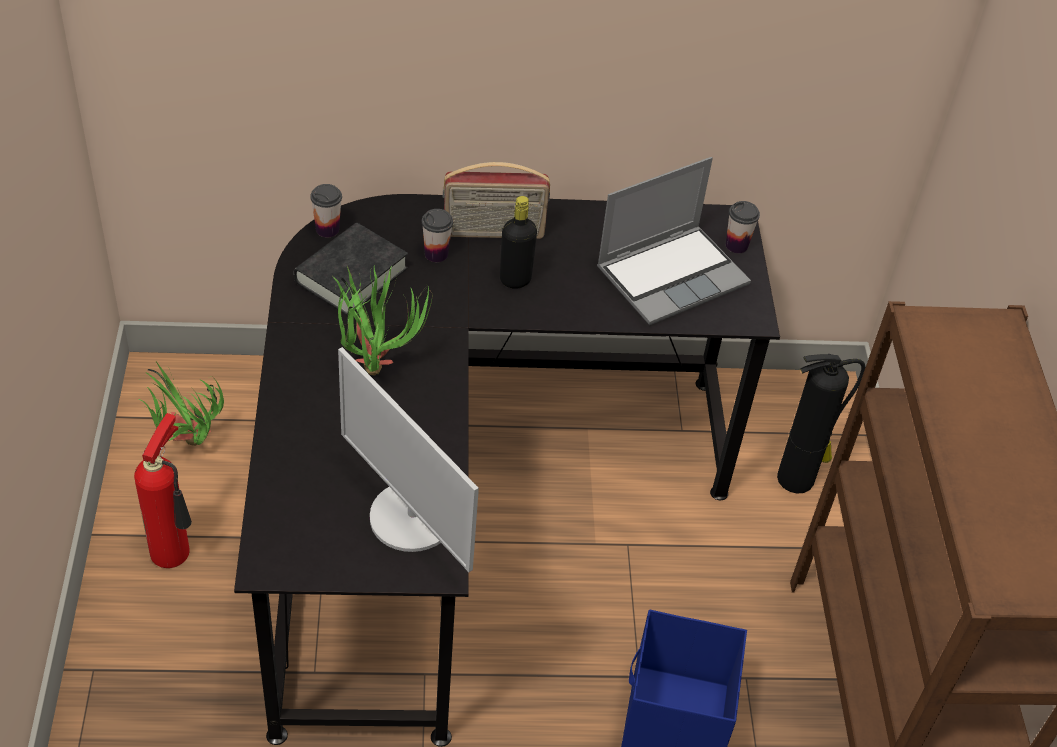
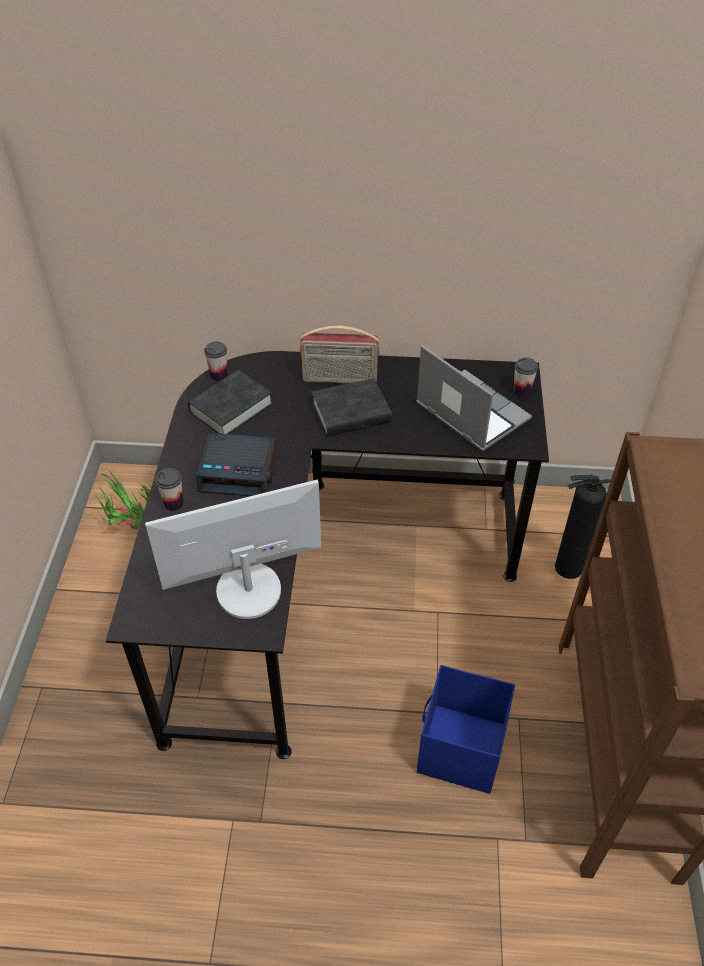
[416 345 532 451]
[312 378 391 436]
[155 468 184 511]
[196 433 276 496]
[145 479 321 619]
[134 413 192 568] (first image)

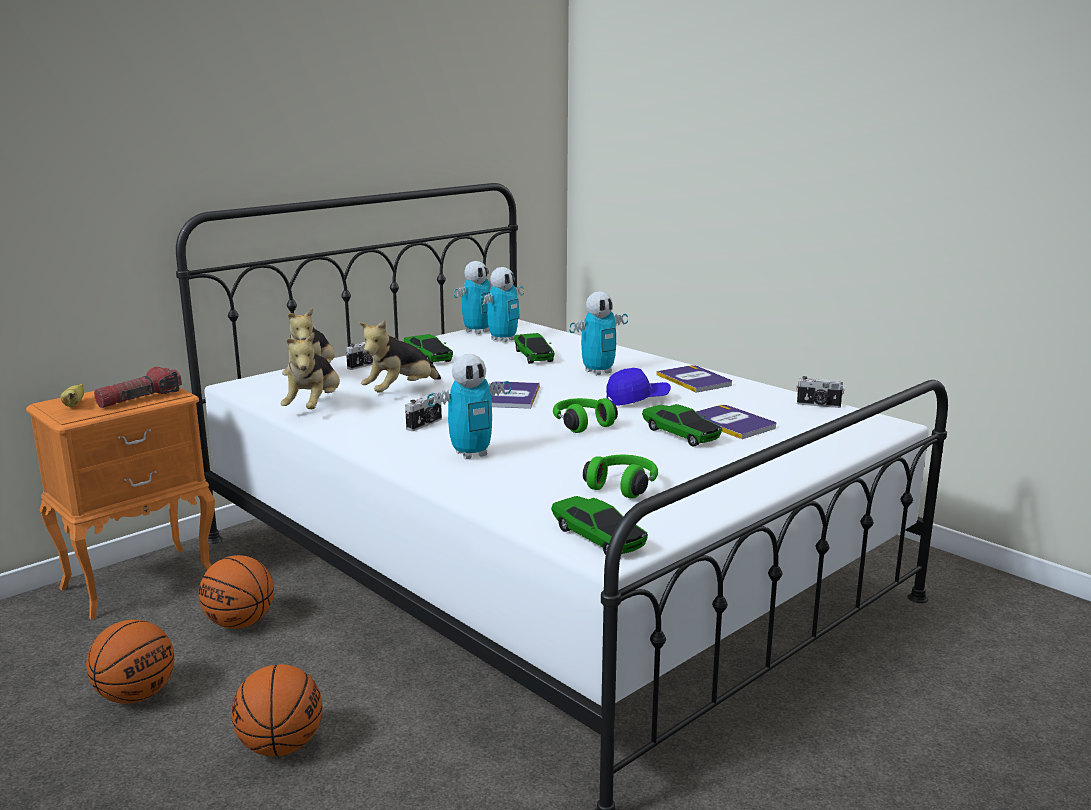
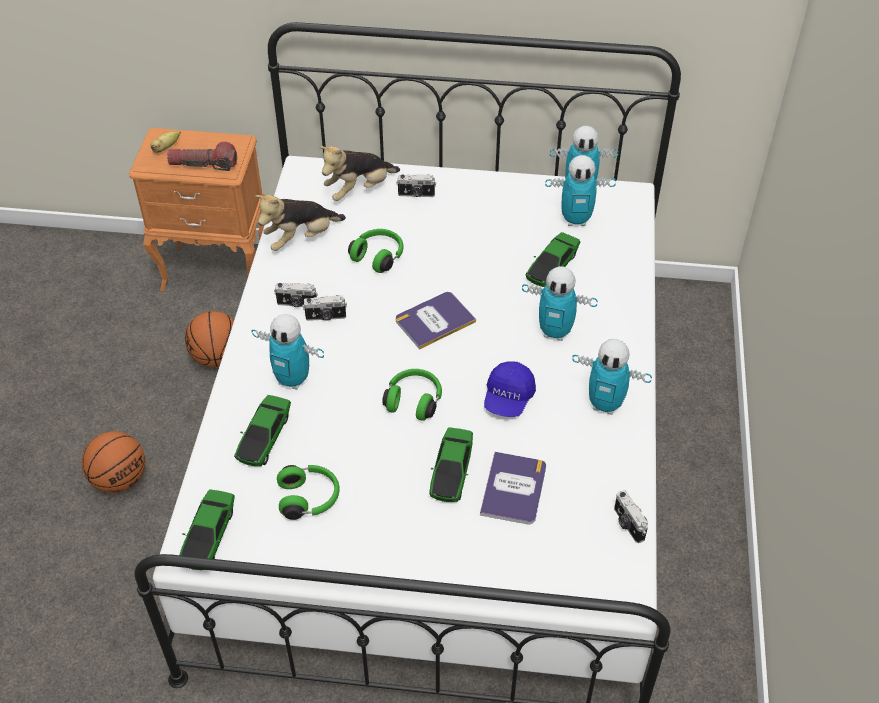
[348 229 404 273]
[234 395 291 466]
[572 339 652 415]
[484 362 536 417]
[86 619 174 704] (first image)
[274 283 318 307]

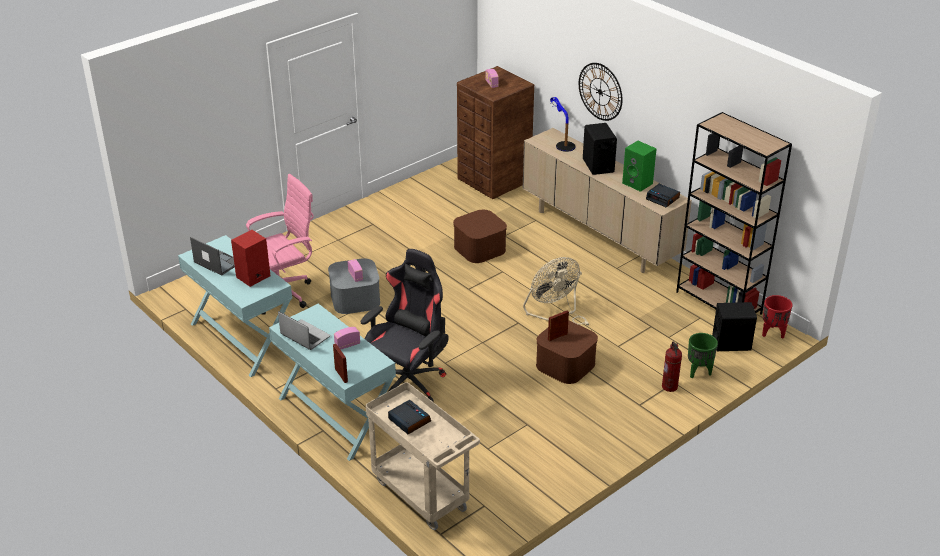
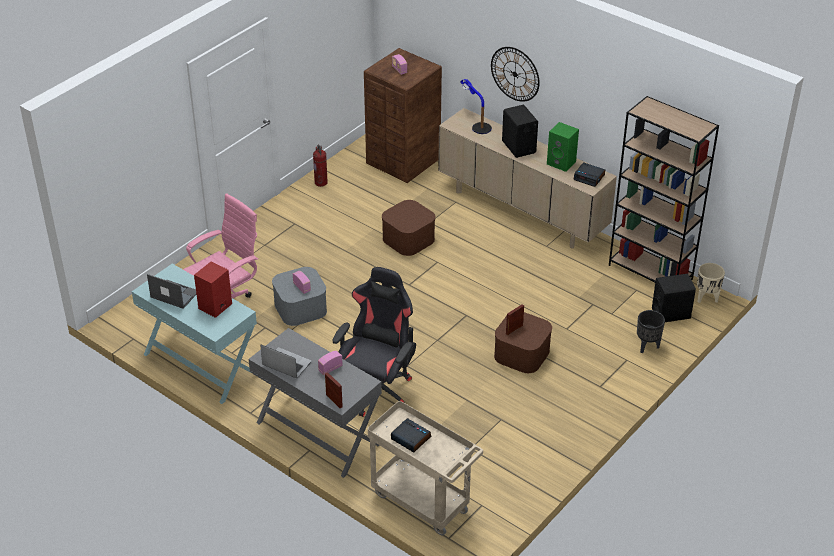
[523 257 589 326] (first image)
[697 263 725 303]
[248 328 382 478]
[637 310 665 354]
[313 145 328 187]

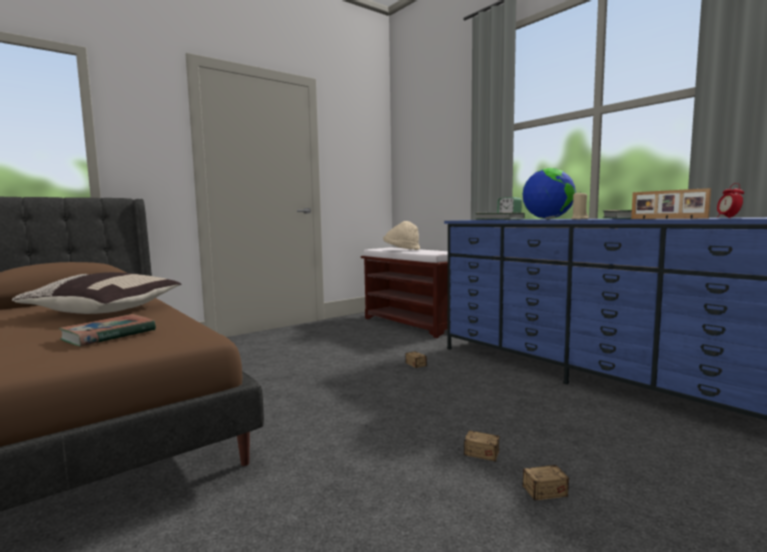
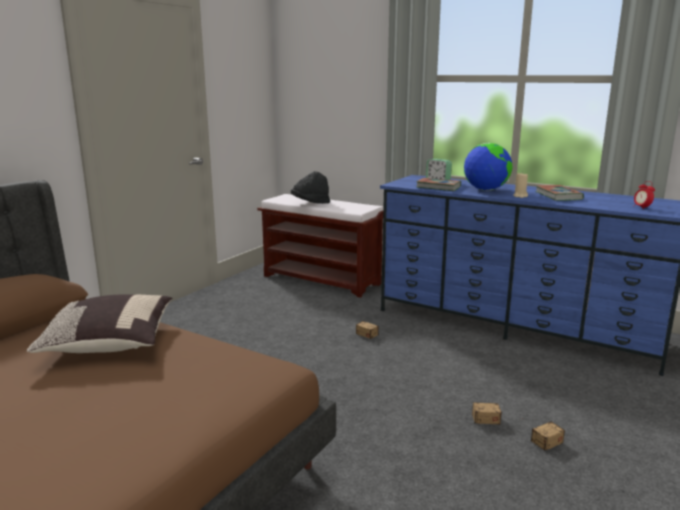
[631 188 711 219] (first image)
[291 171 330 204]
[59 314 156 346] (first image)

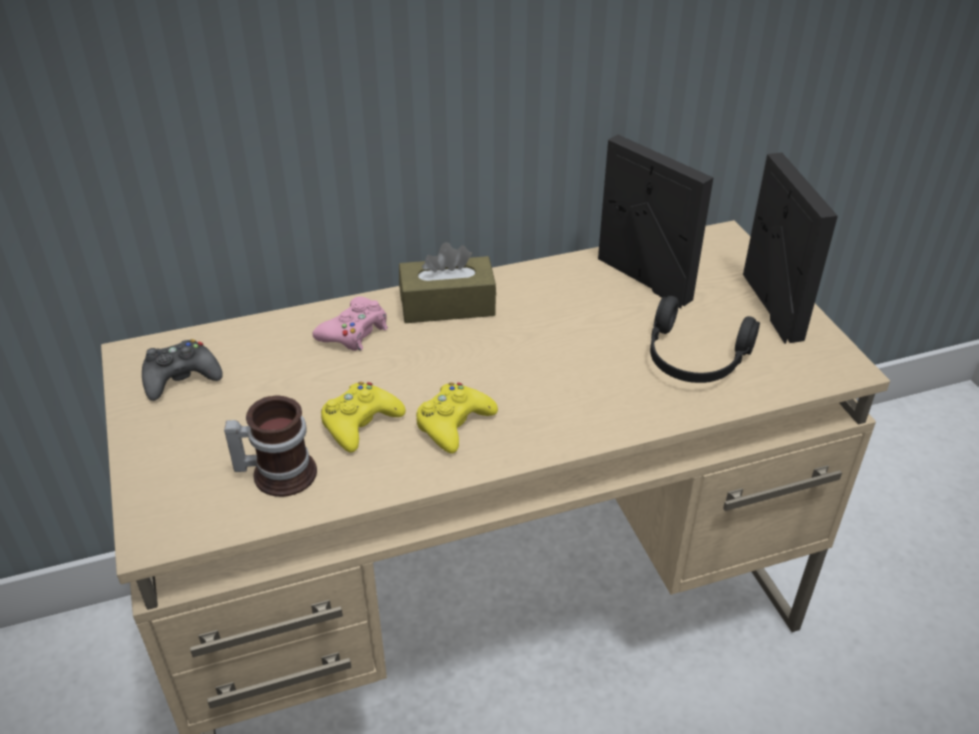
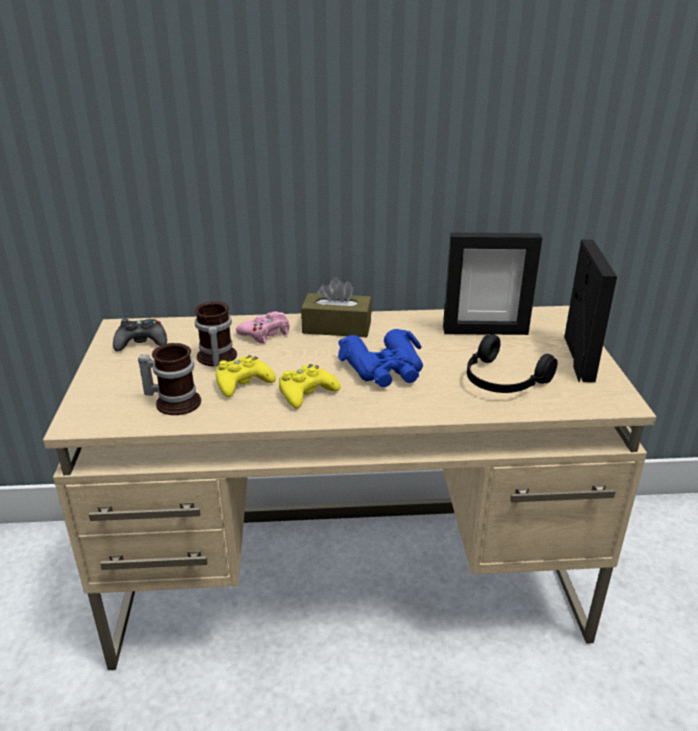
[443 233 542 335]
[194 301 237 366]
[338 329 423 387]

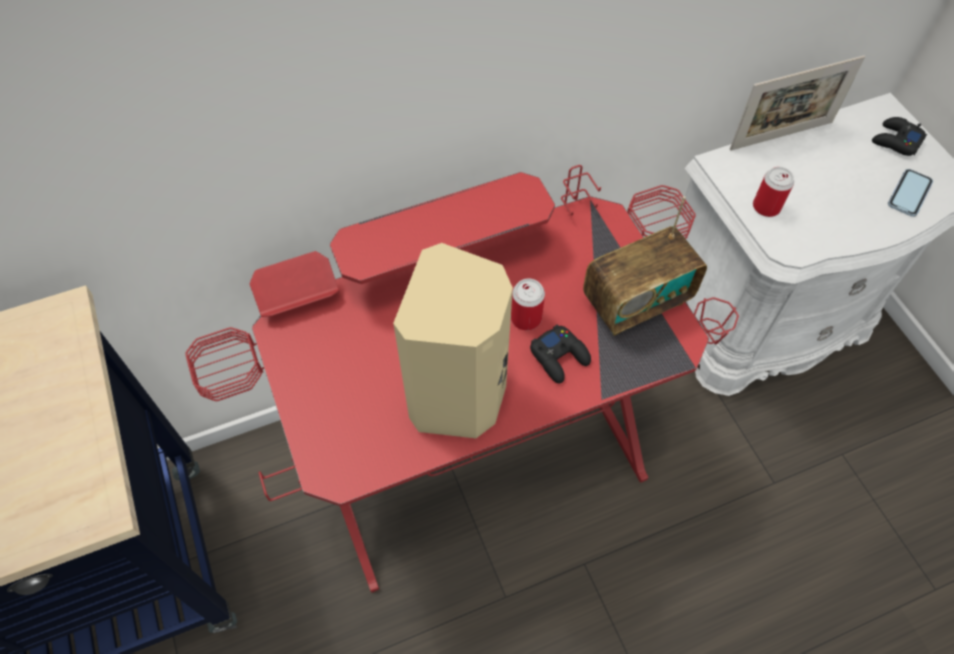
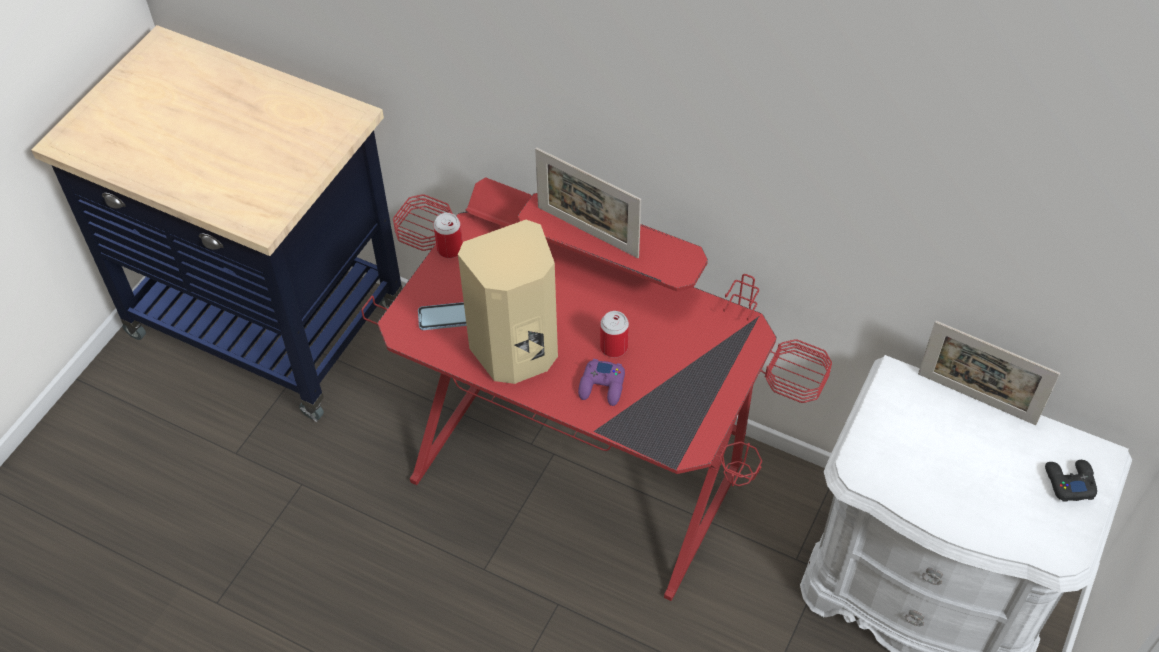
[433 213 463 258]
[418 302 467 330]
[583 196 707 336] (first image)
[578 359 625 406]
[535 147 641 258]

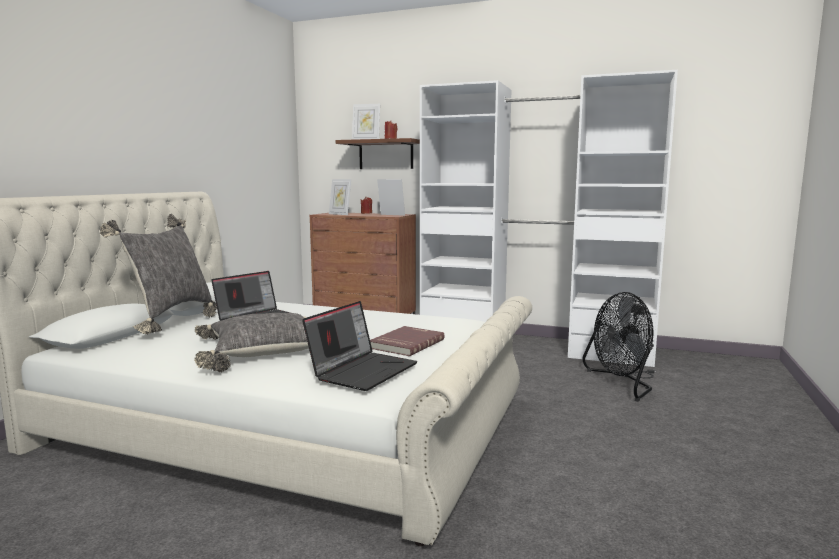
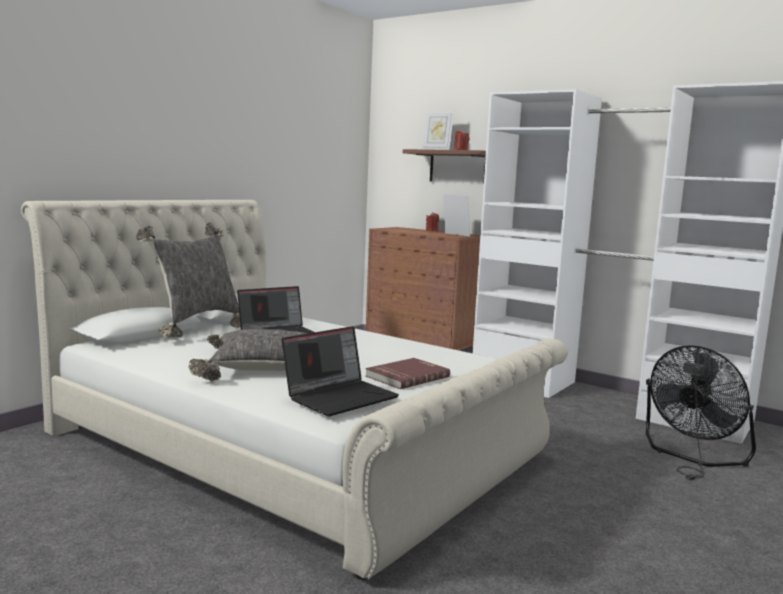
[329 179 351 215] (first image)
[645 346 756 481]

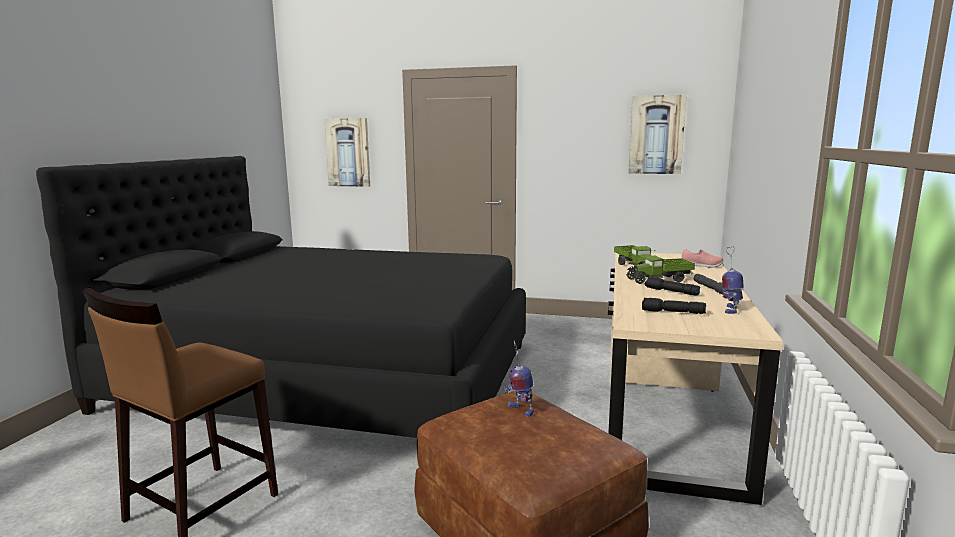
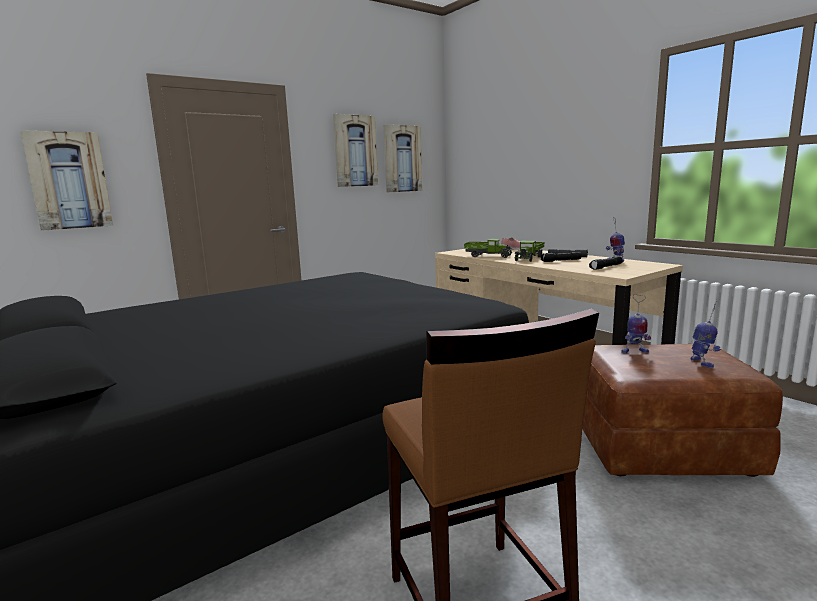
[333 114 378 187]
[691 300 720 368]

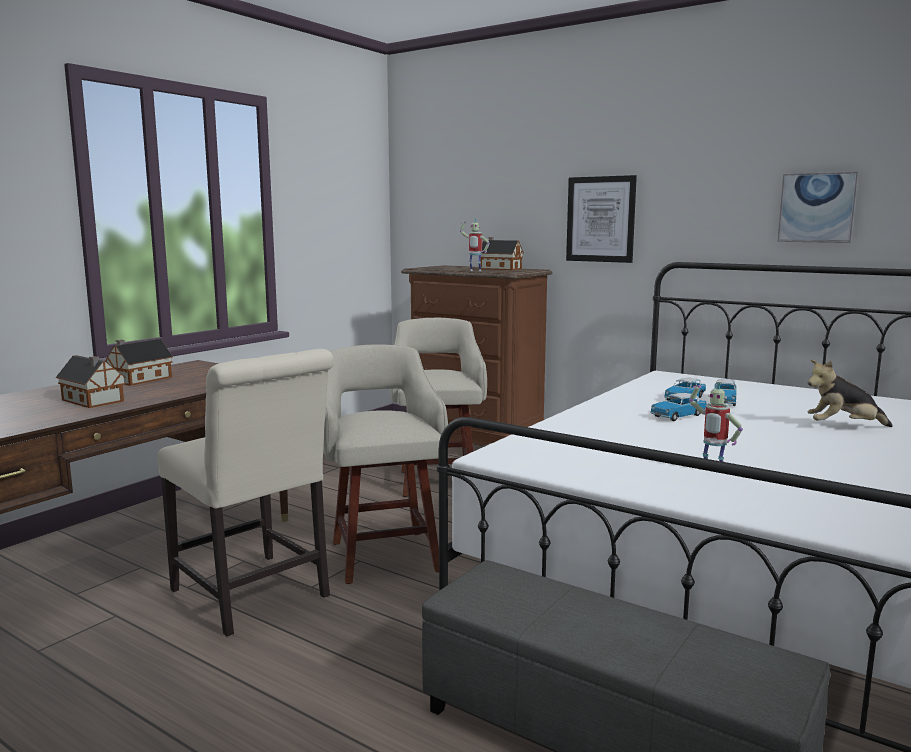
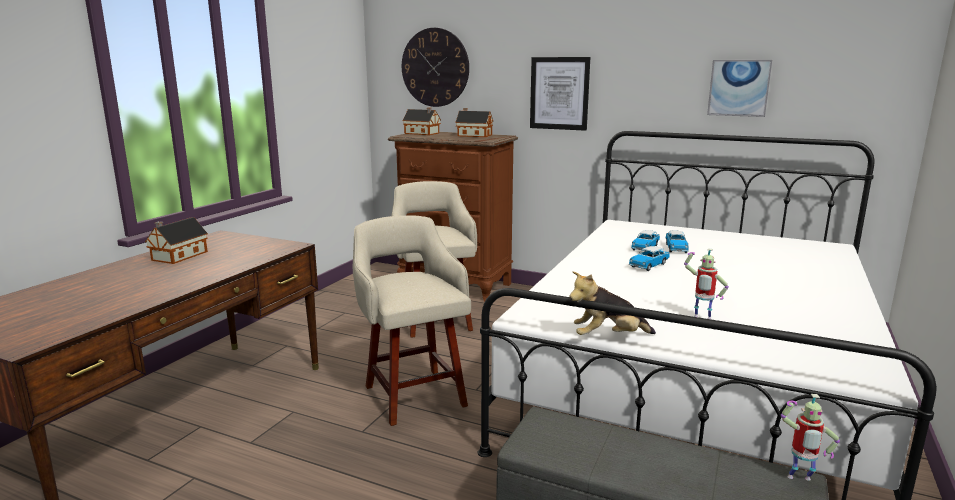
[781 394 840 481]
[157 349 334 636] (first image)
[403 108 441 135]
[569 271 656 335]
[402 28 469 107]

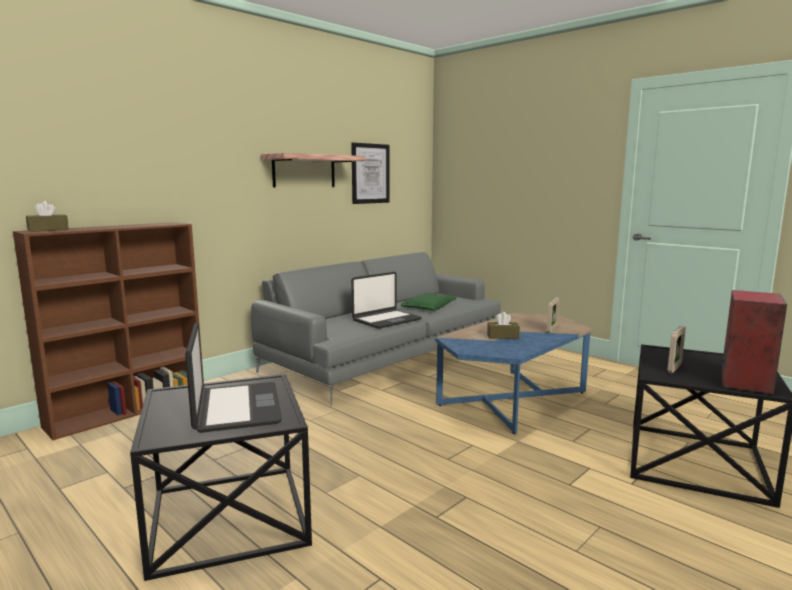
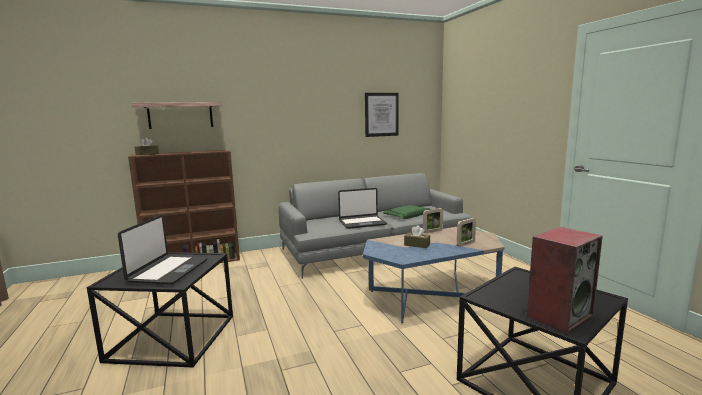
[131 102 222 129]
[423 208 443 233]

